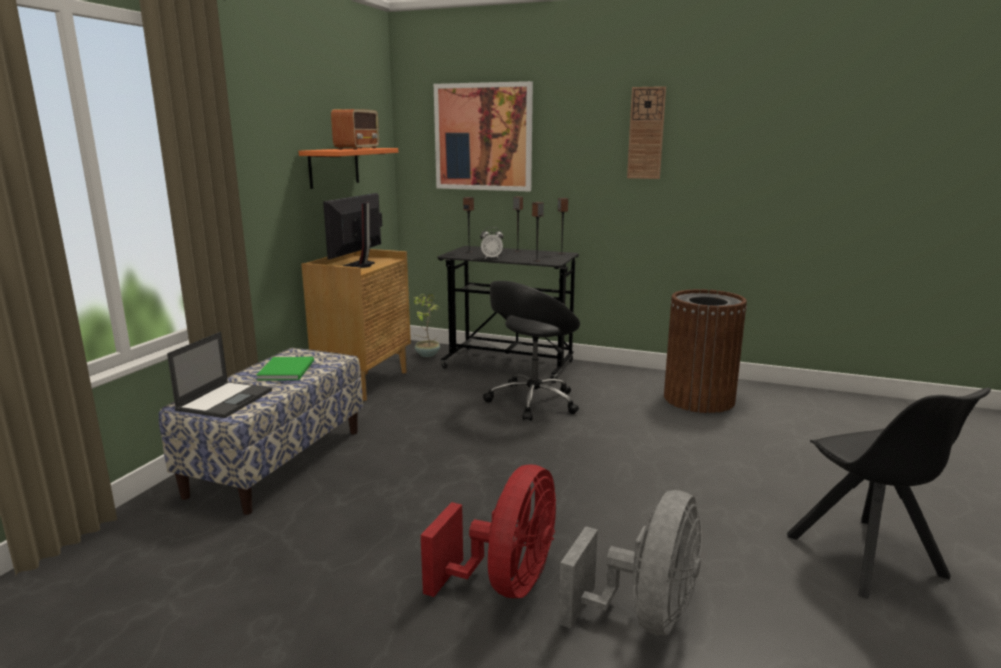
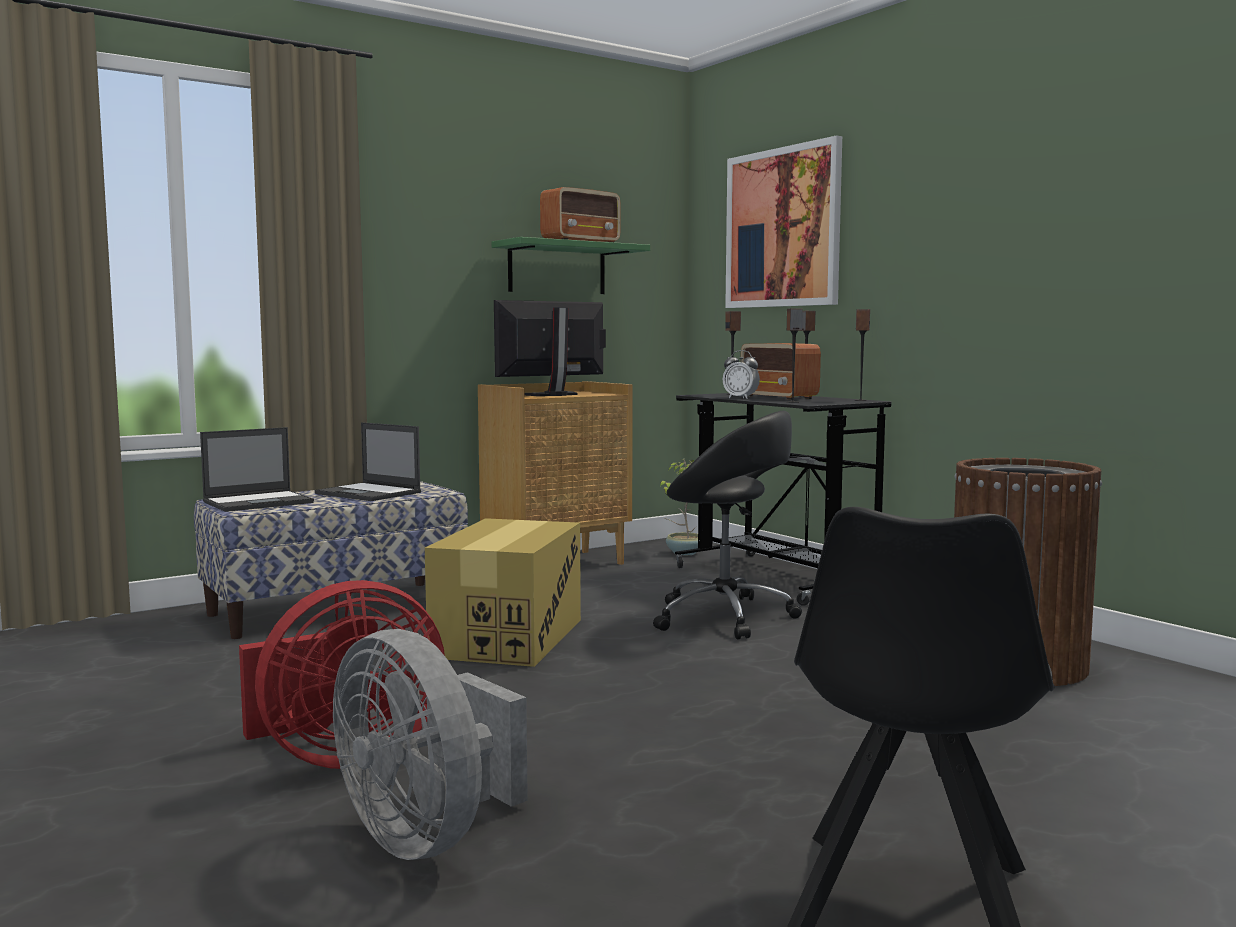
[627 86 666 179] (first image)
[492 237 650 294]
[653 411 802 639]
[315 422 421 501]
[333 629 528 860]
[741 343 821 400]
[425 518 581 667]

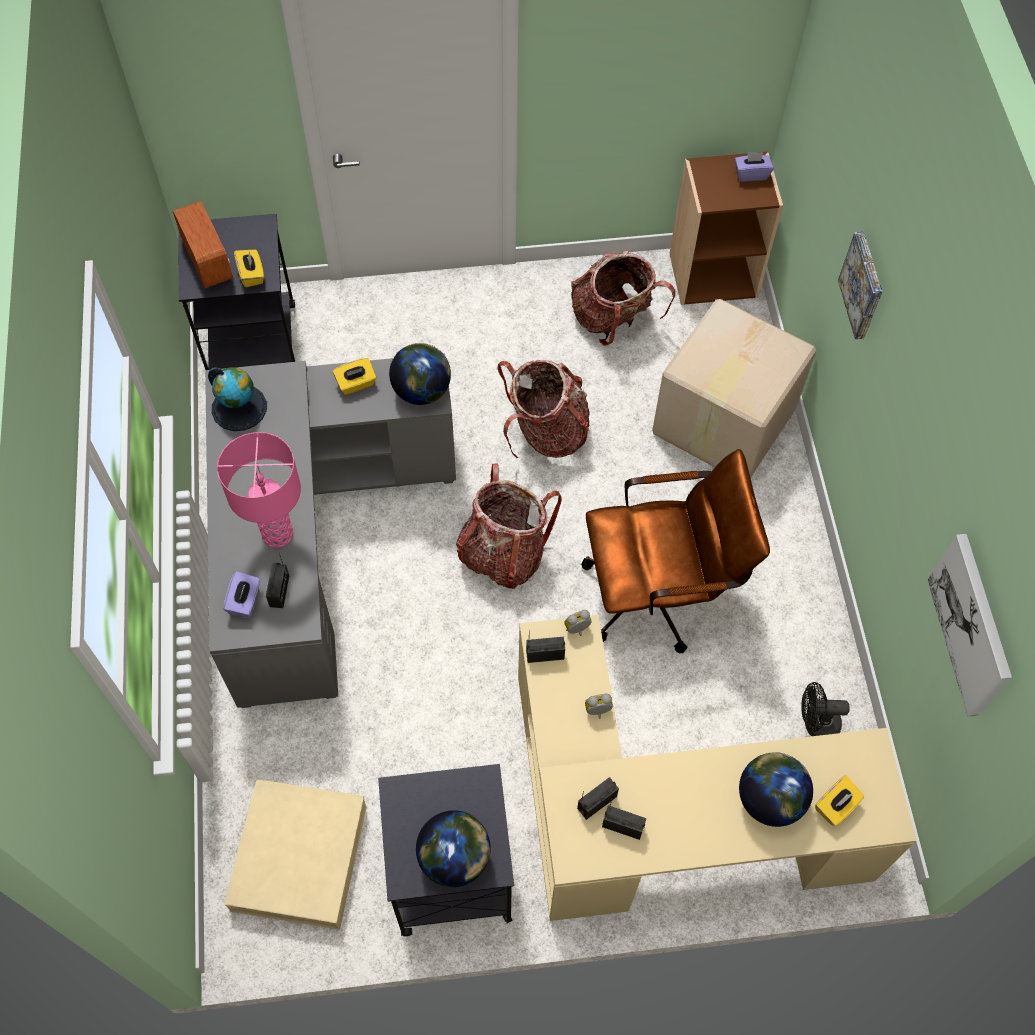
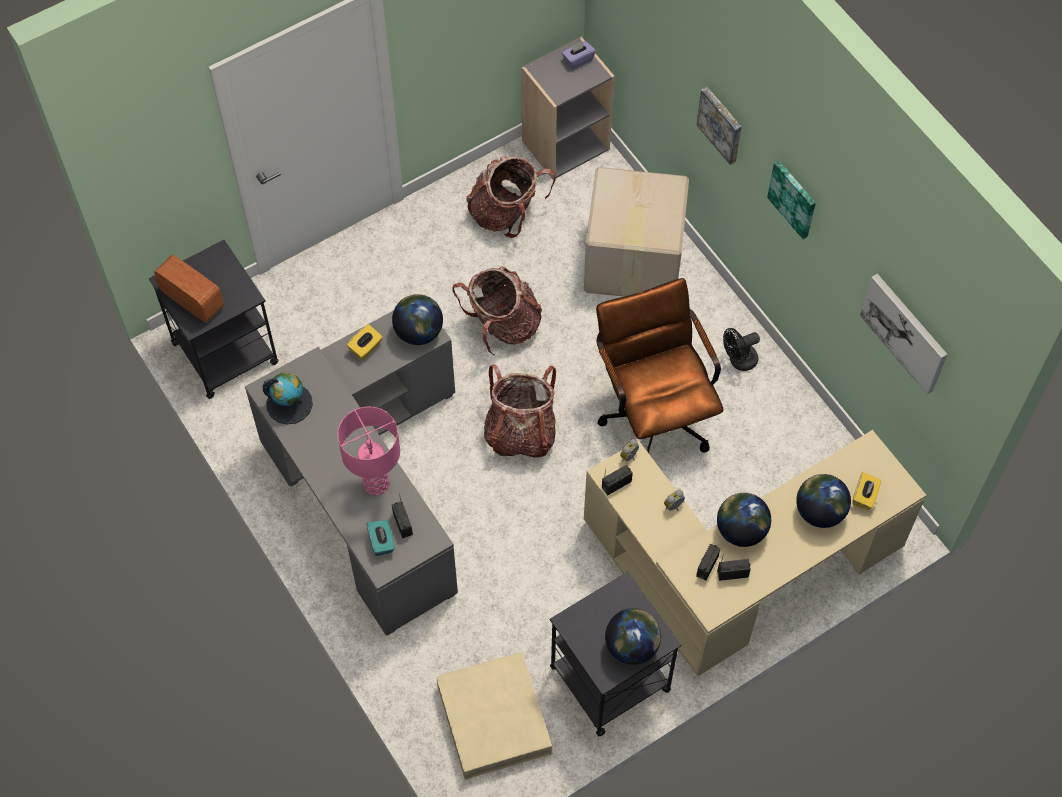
[522 37 614 180]
[234 249 264 287] (first image)
[596 278 724 453]
[367 520 395 556]
[723 328 760 371]
[767 160 816 239]
[717 493 771 547]

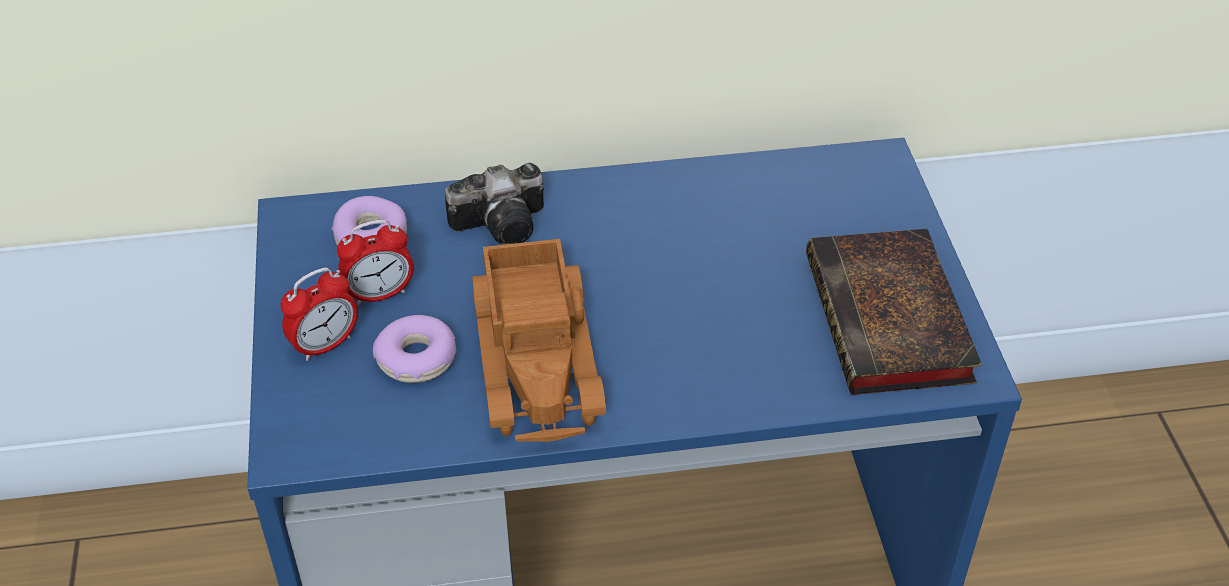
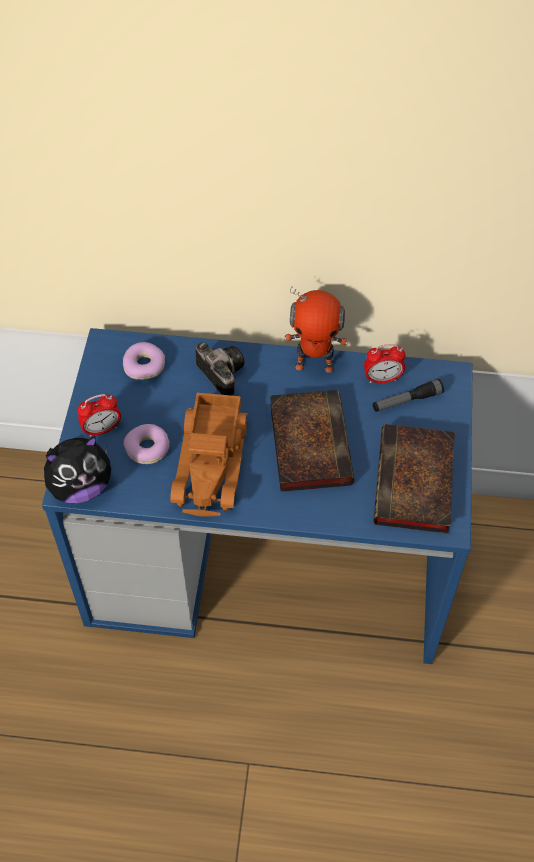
[195 342 245 396]
[364 344 406 383]
[284 286 348 373]
[373 379 444 412]
[270 390 354 492]
[44 436 111 503]

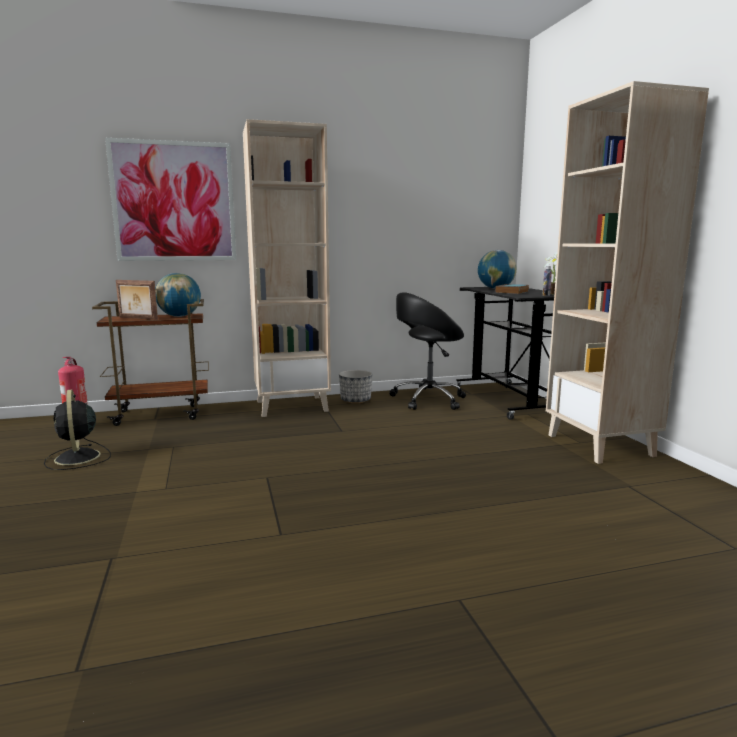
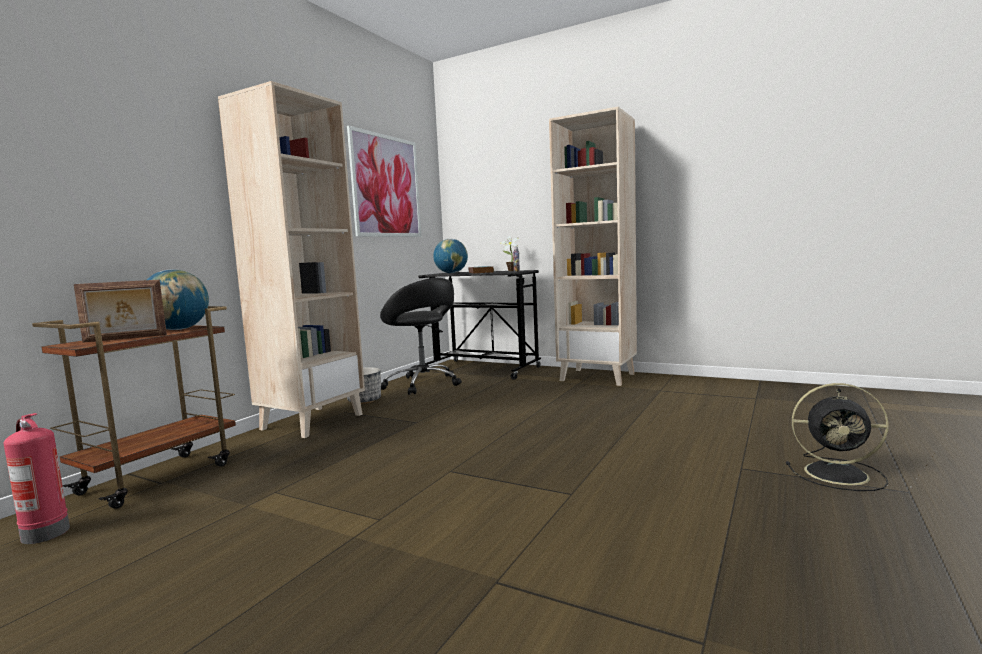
[347 126 421 237]
[380 278 462 395]
[786 383 889 491]

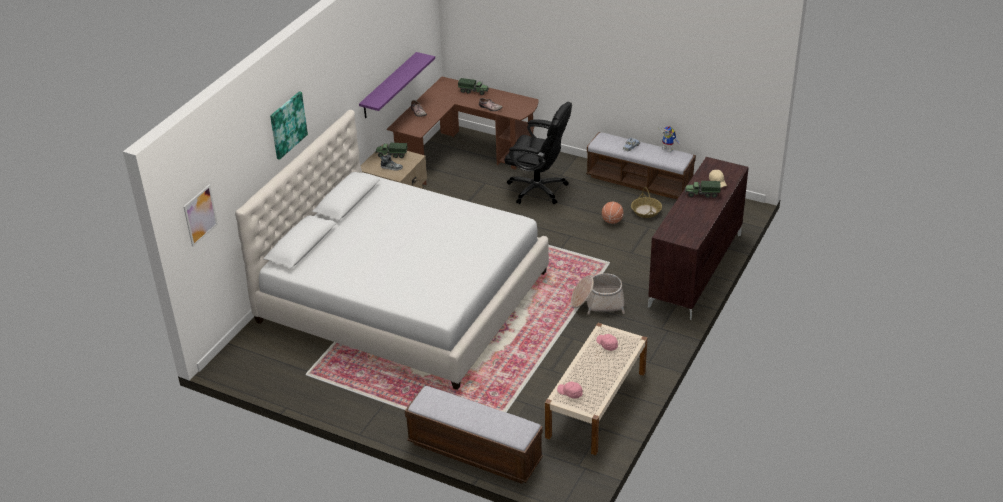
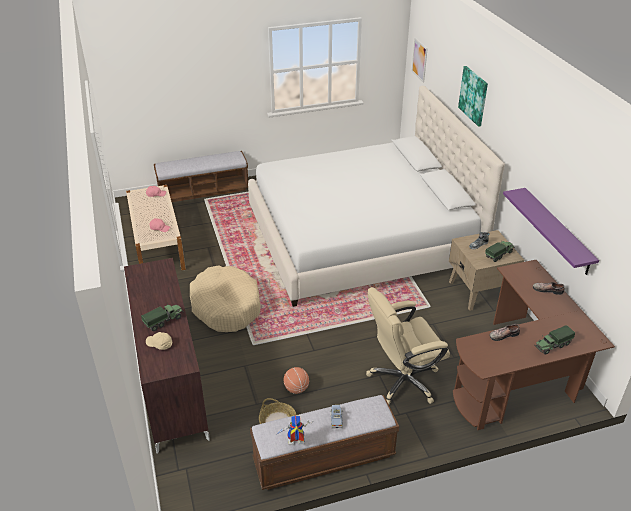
[366 287 450 405]
[190 265 260 332]

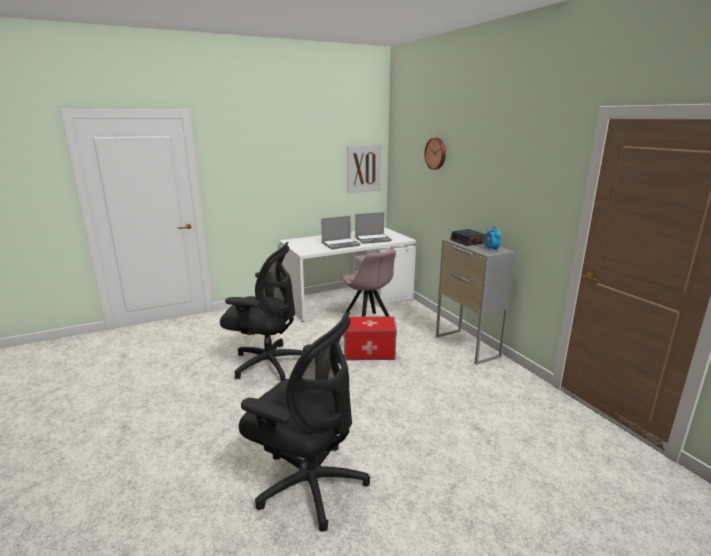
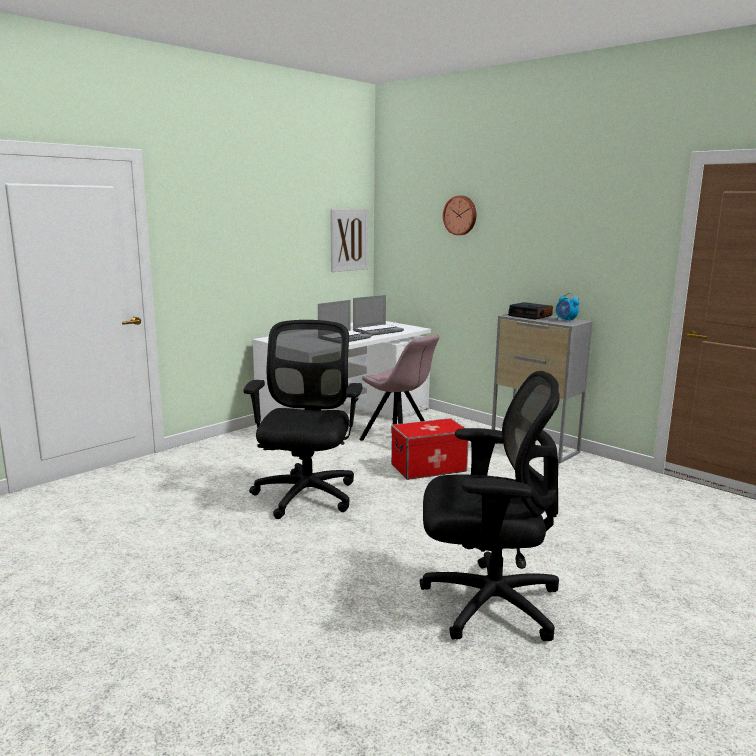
[243 320 362 519]

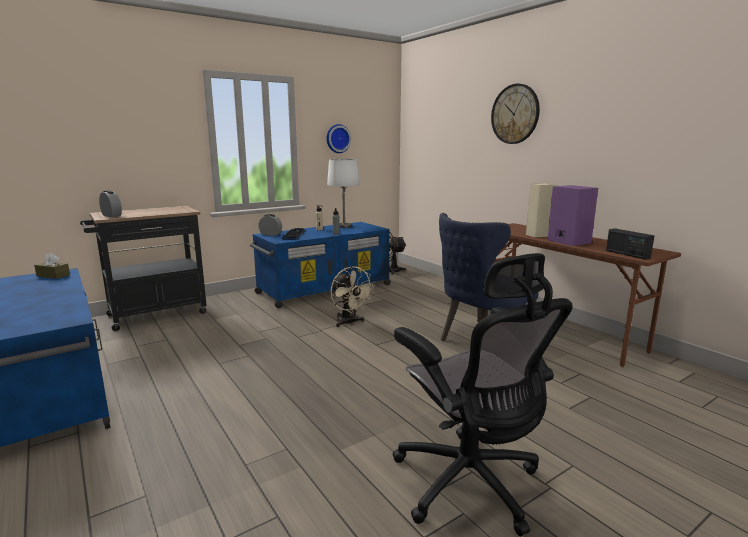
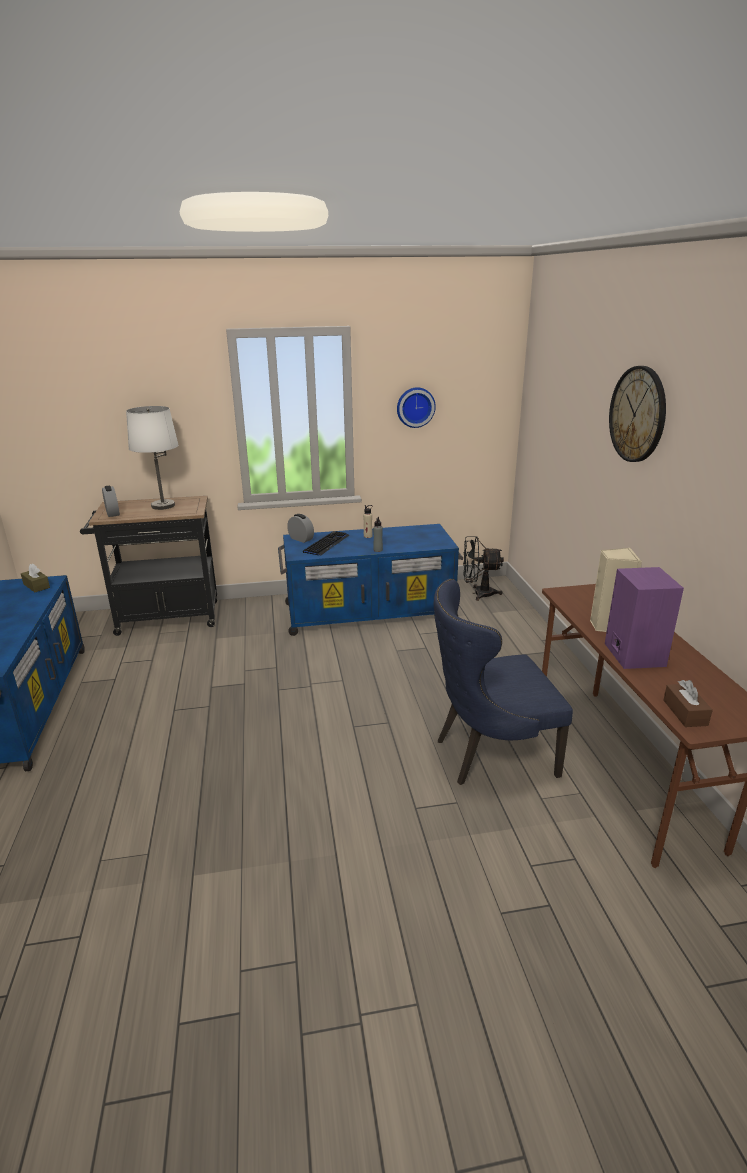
[126 406 179 510]
[663 680 713 727]
[393 253 573 536] (first image)
[330 266 375 327] (first image)

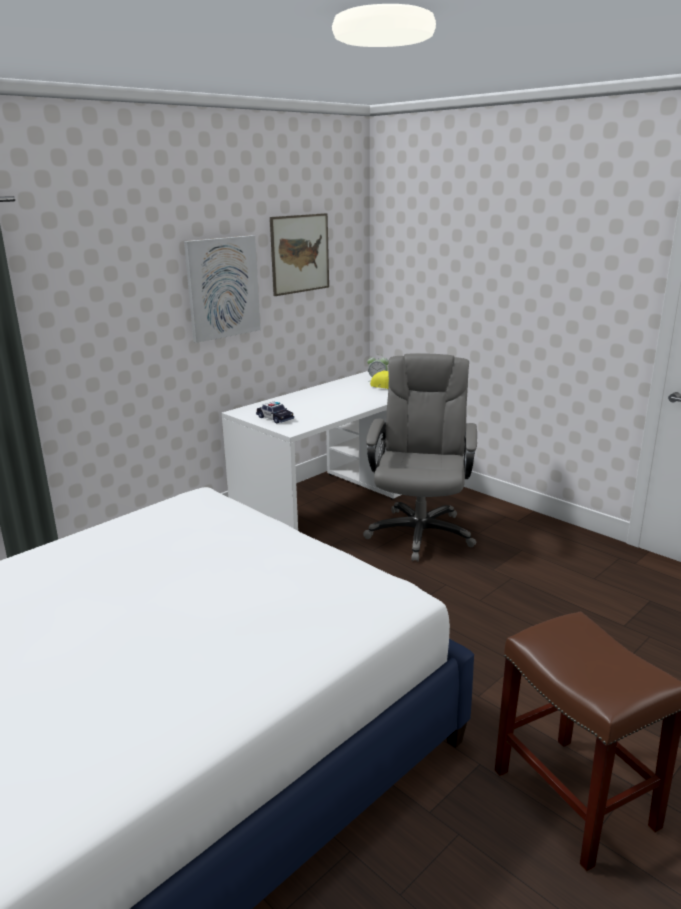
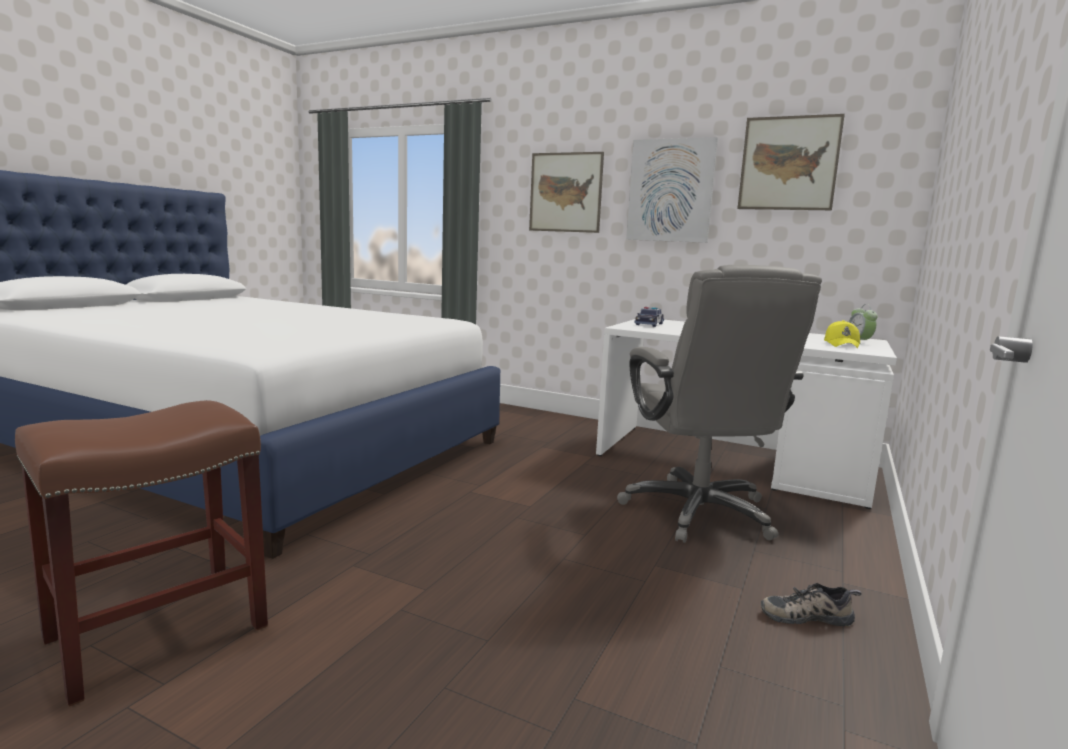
[617 264 822 543]
[529 152 604 233]
[761 583 861 626]

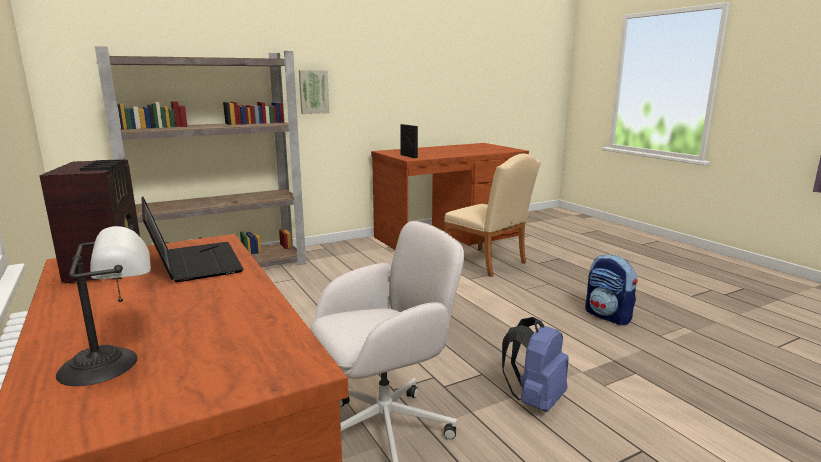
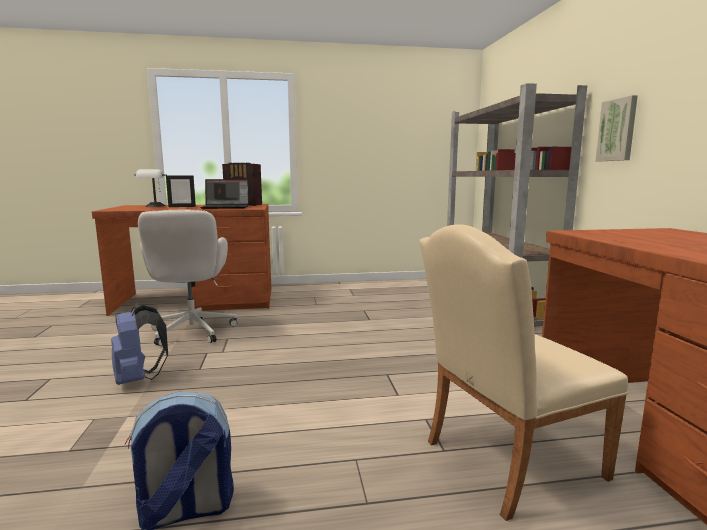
[166 175 196 207]

